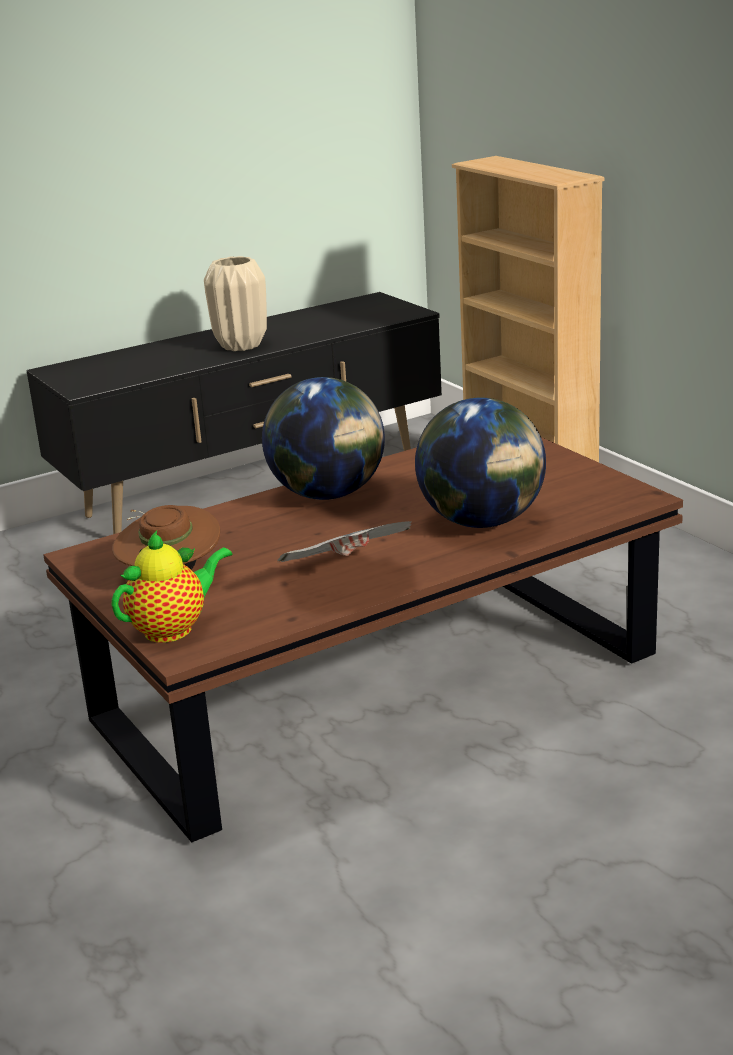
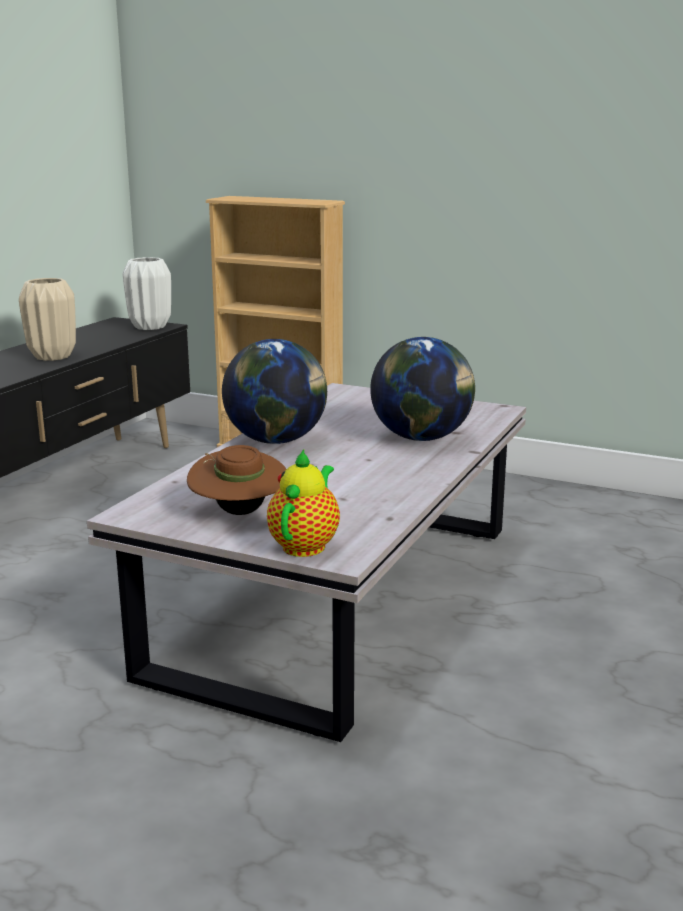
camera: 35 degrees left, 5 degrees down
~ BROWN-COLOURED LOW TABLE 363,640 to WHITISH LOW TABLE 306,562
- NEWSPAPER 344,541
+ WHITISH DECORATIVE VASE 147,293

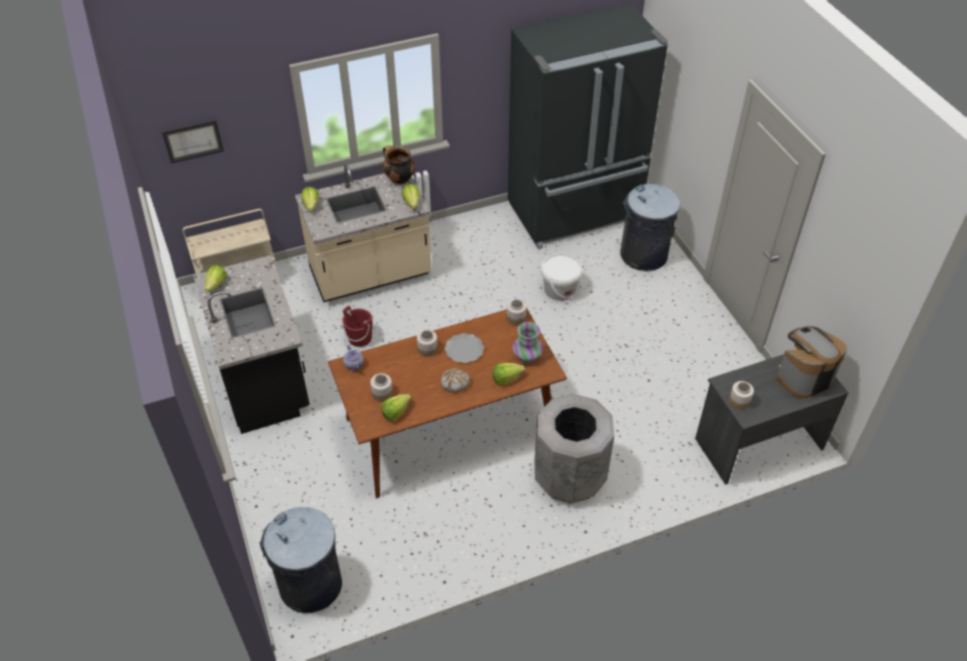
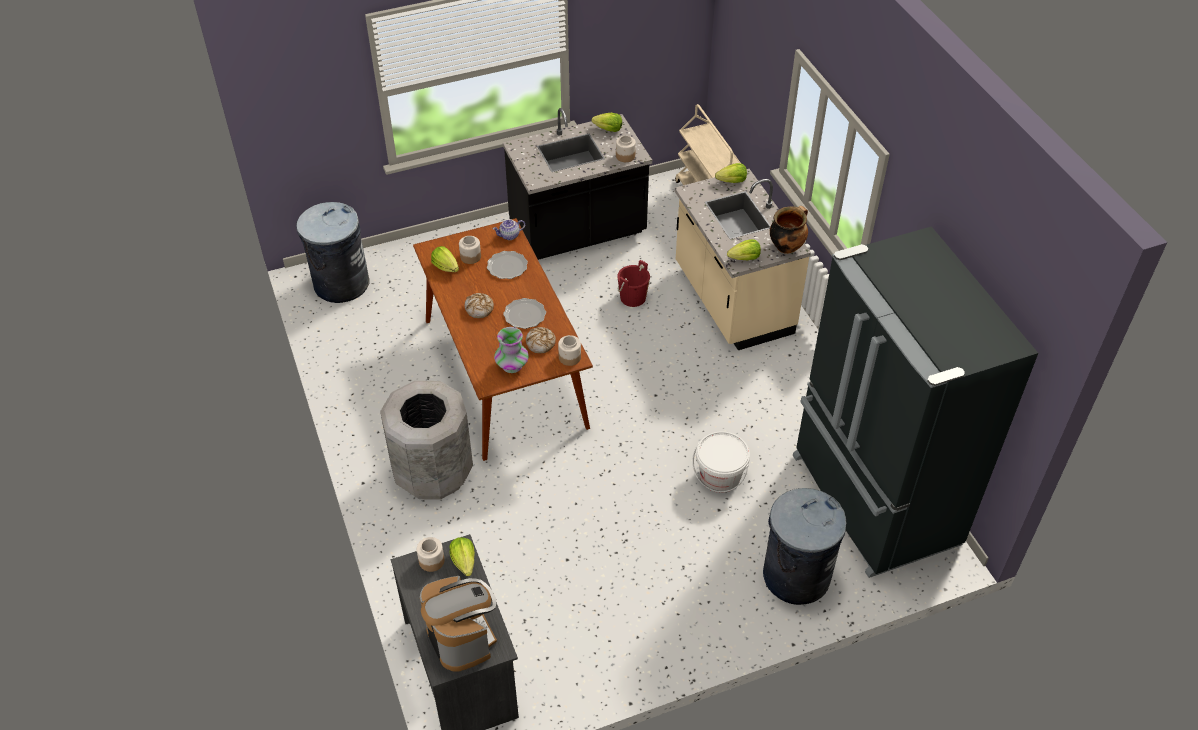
camera: 90 degrees right, 0 degrees up
- PICTURE 193,142
~ PRESERVE JAR 427,343 to 626,149
~ LETTUCE HEAD 509,374 to 462,556
+ PLATE 507,265
+ BAKERY BREAD 541,340

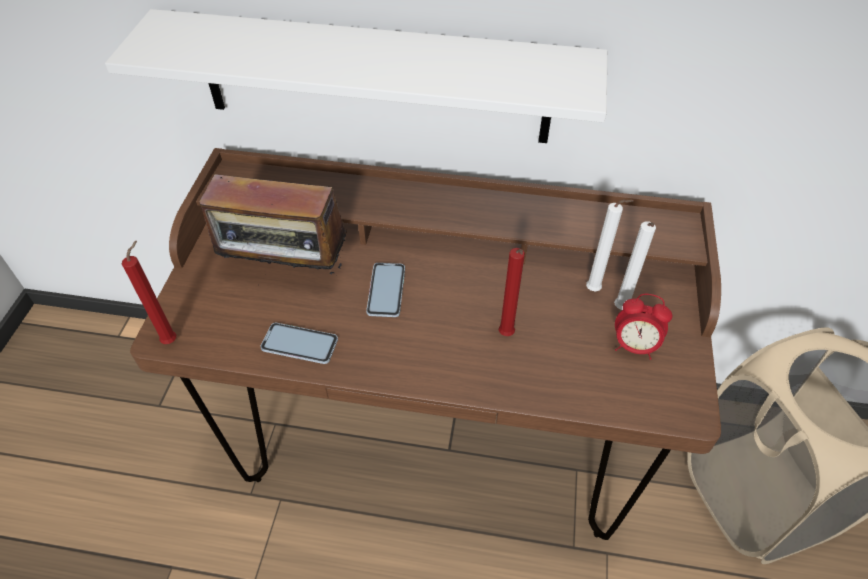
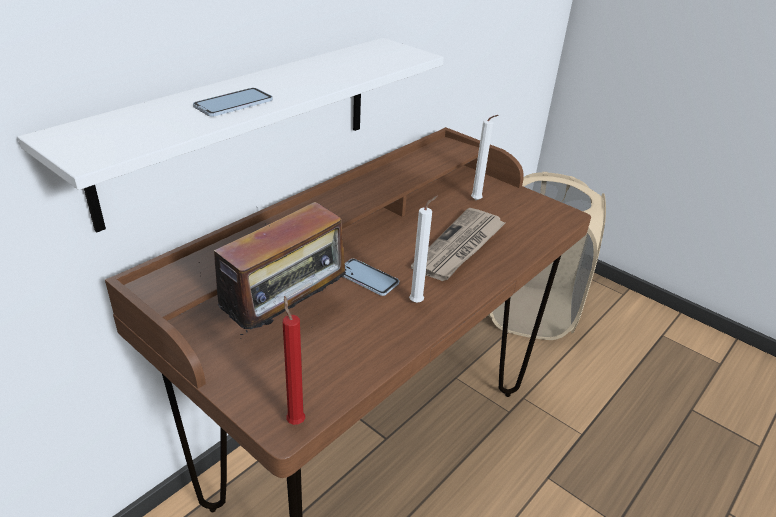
camera: 60 degrees left, 15 degrees down
~ TELEPHONE 299,343 to 233,102
~ RED-COLOURED WAX CANDLE 511,292 to NEWSPAPER 458,244
~ WHITISH WAX CANDLE 610,246 to 423,249
- ALARM CLOCK 643,327

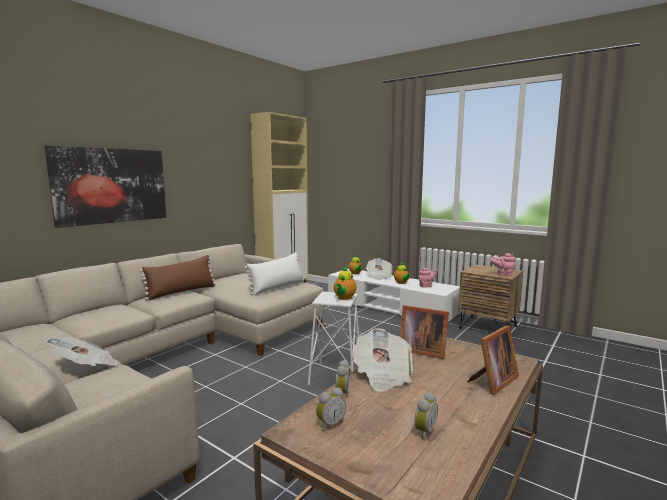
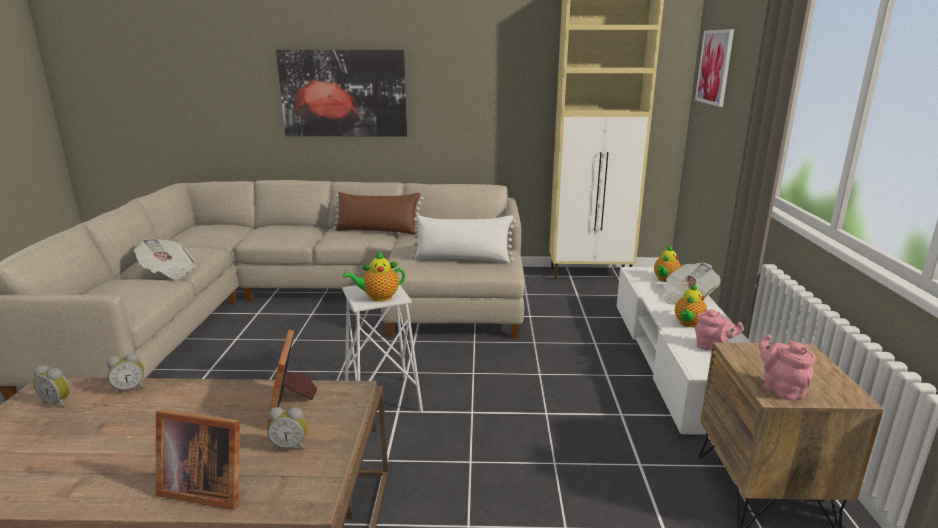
camera: 55 degrees right, 10 degrees up
- NEWSPAPER 382,360
~ ALARM CLOCK 426,416 to 287,428
+ PICTURE 714,68

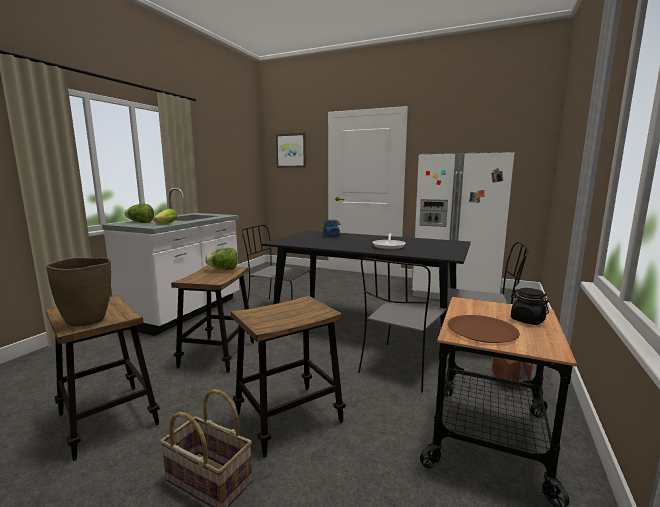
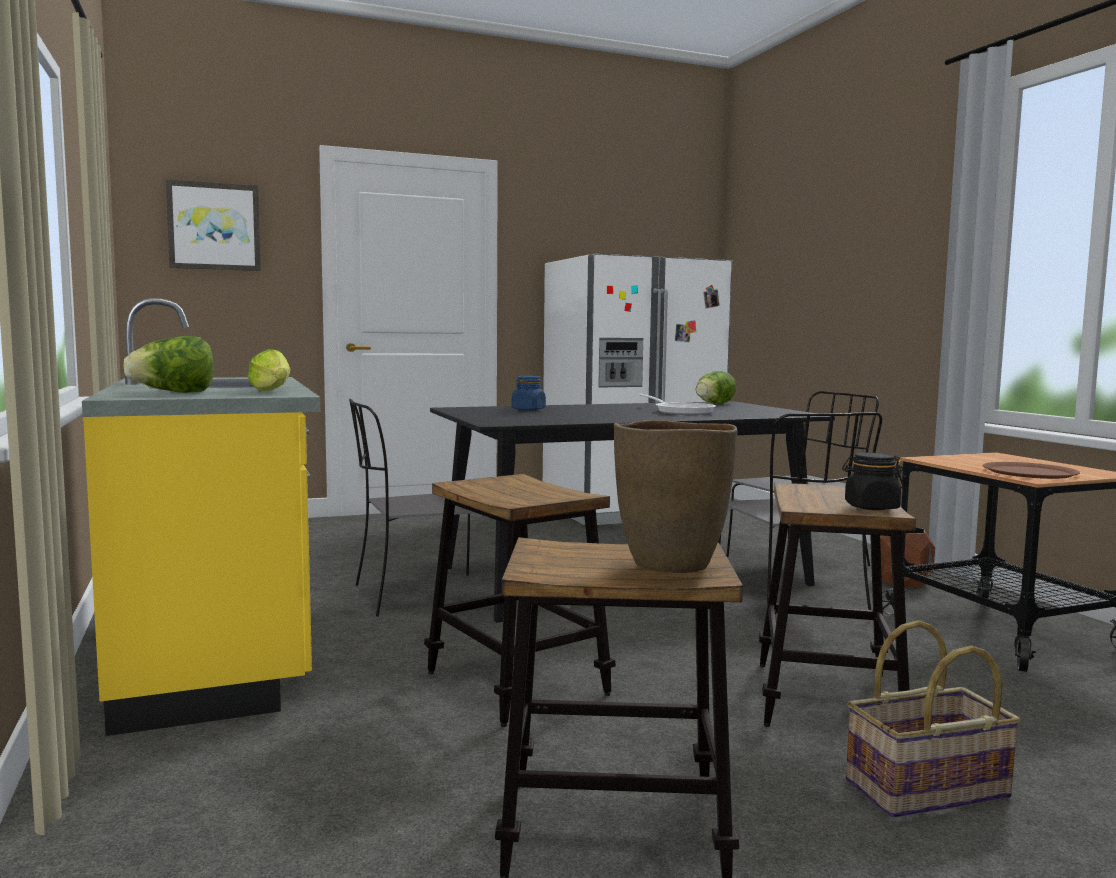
camera: 45 degrees left, 5 degrees down
~ WHITISH COUNTER 170,262 to YELLOWISH COUNTER 201,517
~ LETTUCE HEAD 221,259 to 716,387
~ BLACKISH PRESERVE JAR 530,306 to 873,481

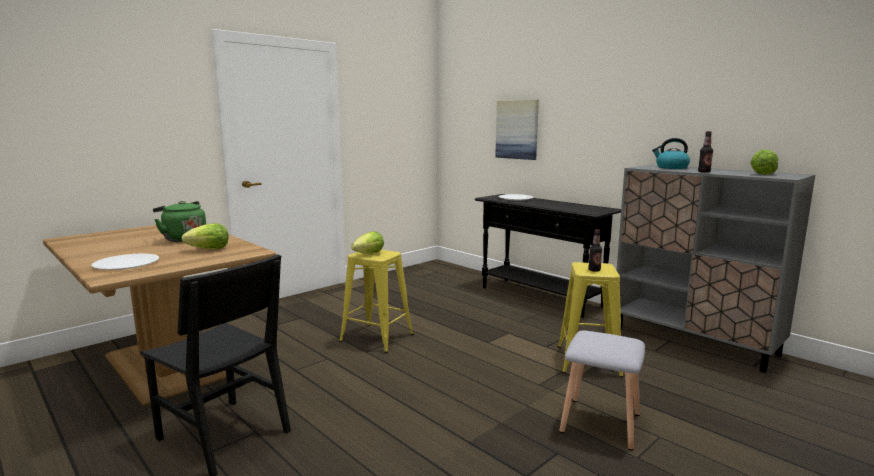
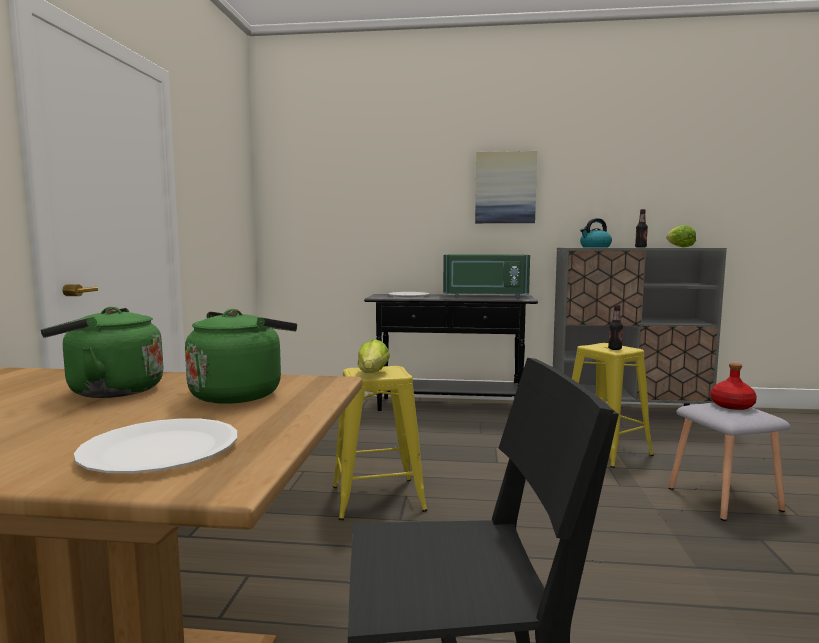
camera: 40 degrees left, 5 degrees down
~ LETTUCE HEAD 204,236 to GREEN-COLOURED KETTLE 241,356
~ PICTURE 517,130 to 506,187
+ GREEN-COLOURED MICROWAVE 486,276
+ RED-COLOURED DRINK BOTTLE 733,386

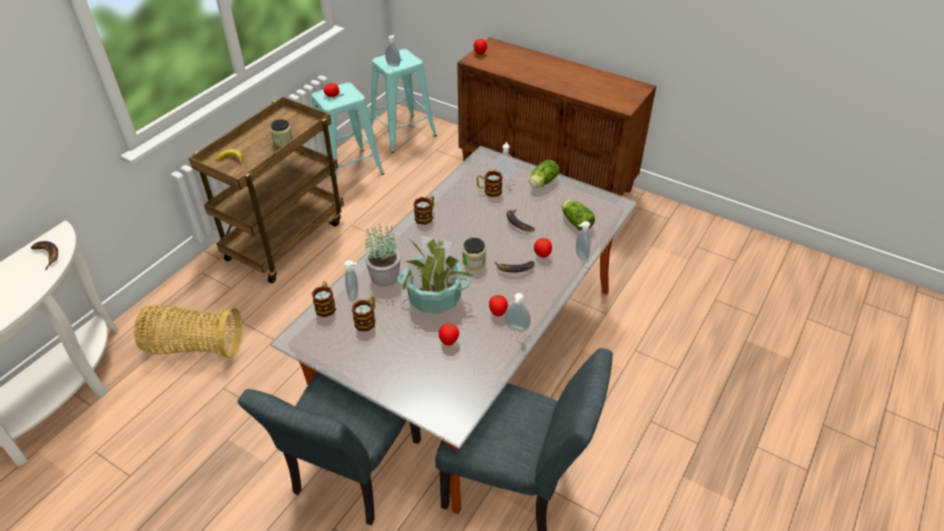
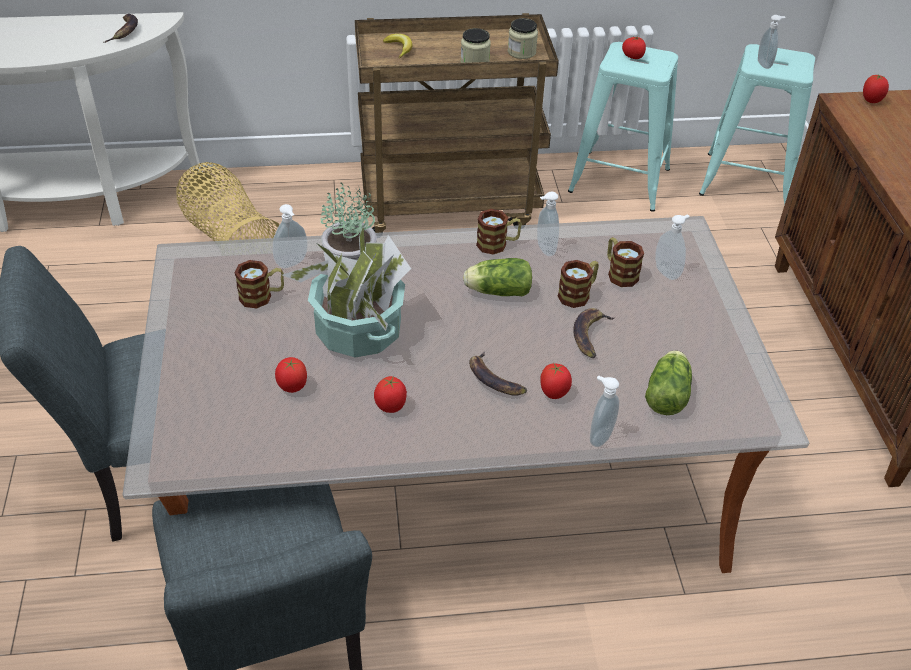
camera: 50 degrees right, 0 degrees up
~ TEA MUG 323,299 to 578,284
~ PRESERVE JAR 474,254 to 523,38
~ SOAP DISPENSER 518,312 to 548,224
~ LETTUCE HEAD 544,174 to 497,277

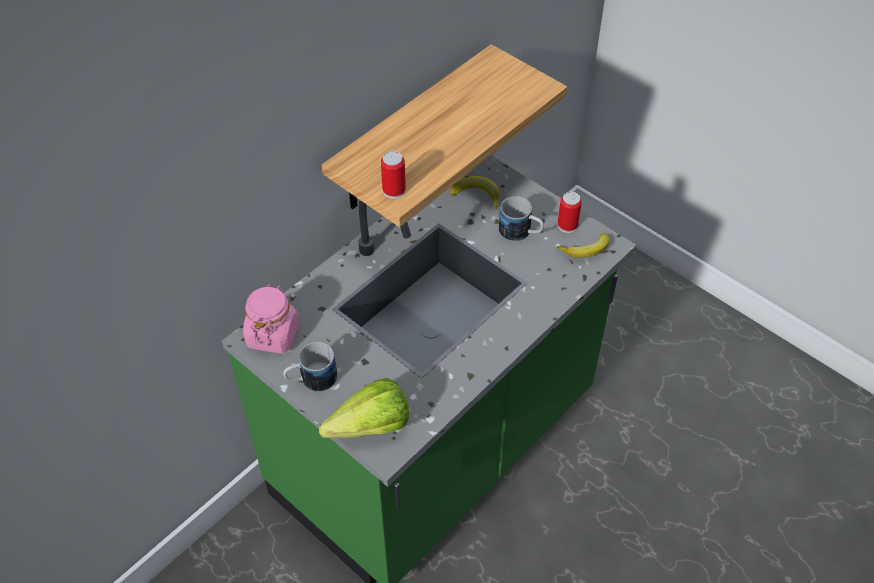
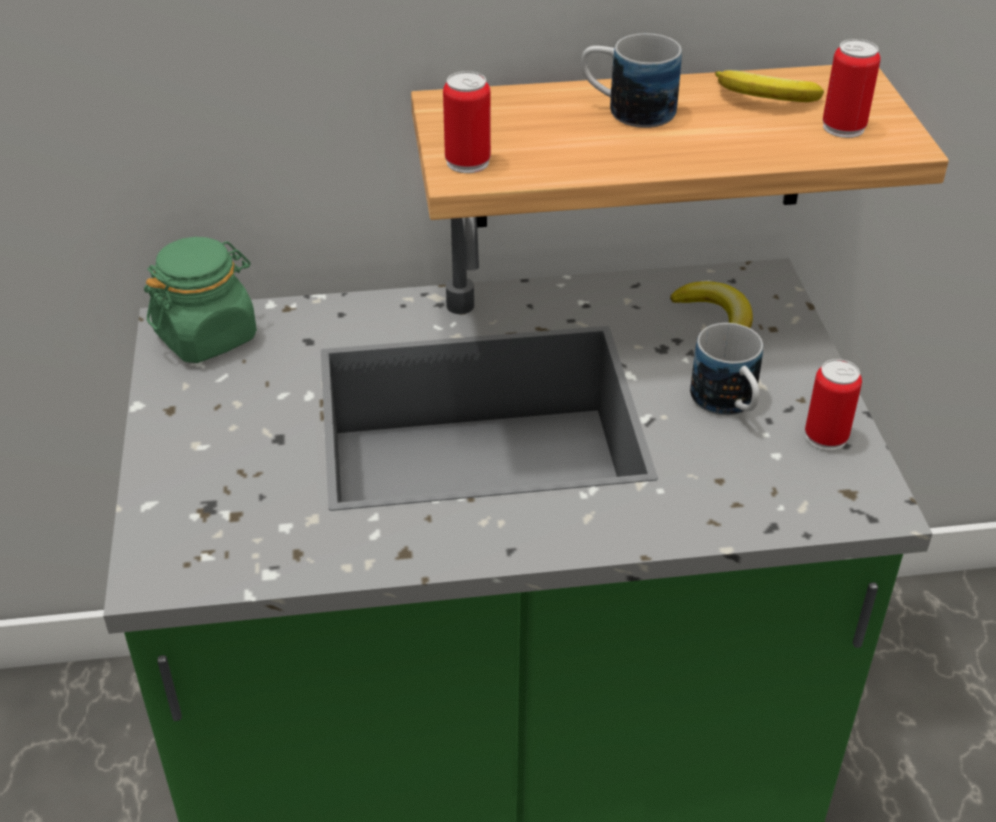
camera: 40 degrees right, 10 degrees down
~ PINKISH PRESERVE JAR 271,319 to GREEN-COLOURED PRESERVE JAR 200,300
~ TEA MUG 310,366 to 631,80
- LETTUCE HEAD 364,408
~ BANANA FRUIT 583,245 to 769,86
+ CAN 851,88

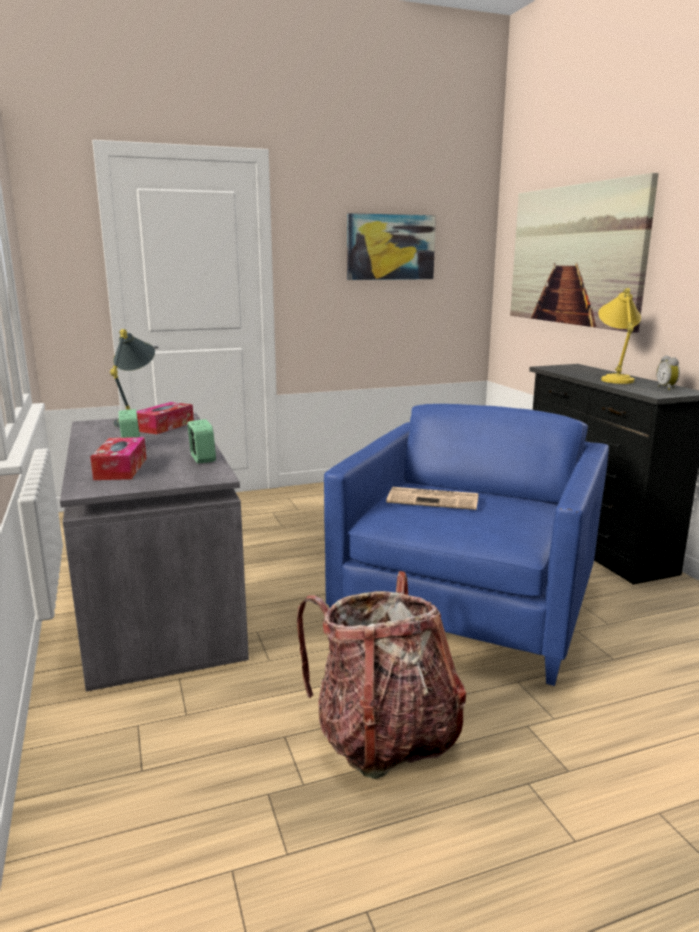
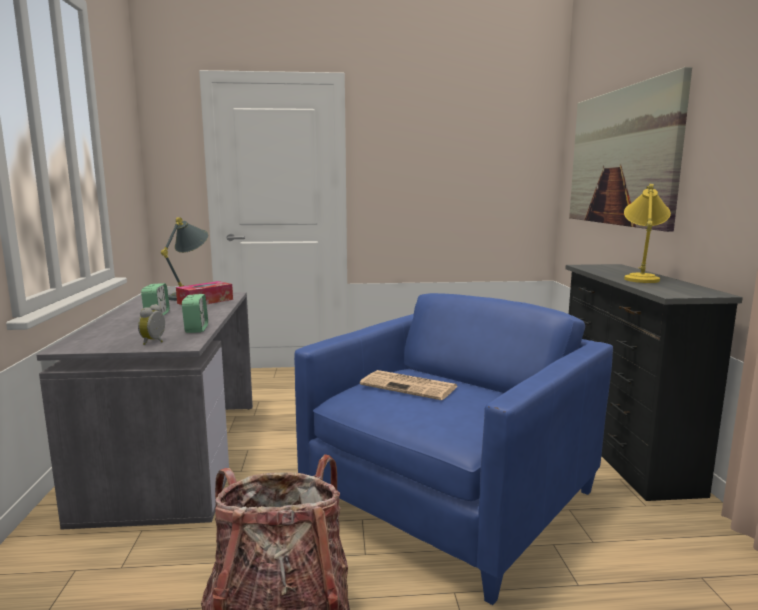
camera: 15 degrees right, 5 degrees down
- BOX OF TISSUES 118,458
- PICTURE 391,246
~ ALARM CLOCK 668,372 to 151,324

